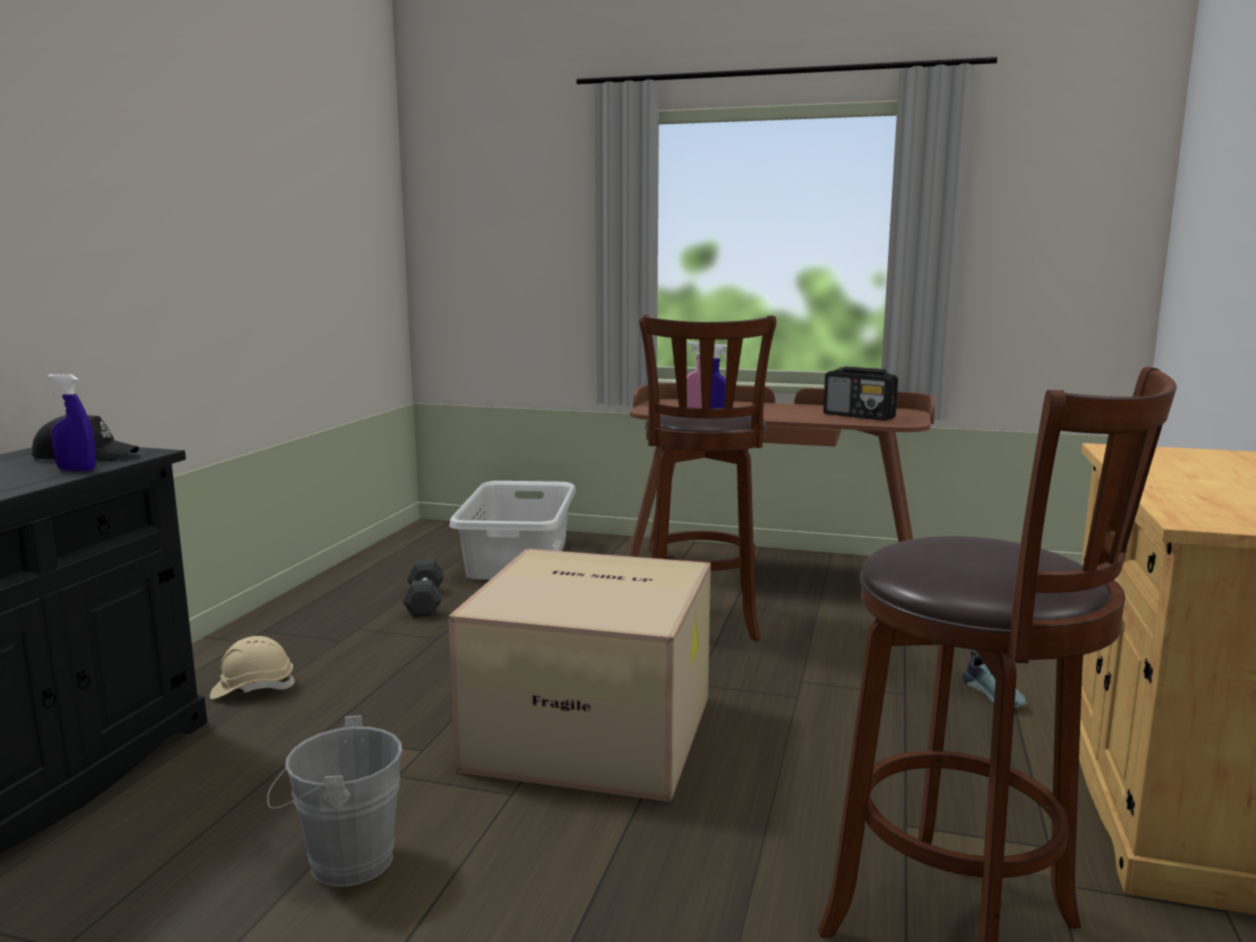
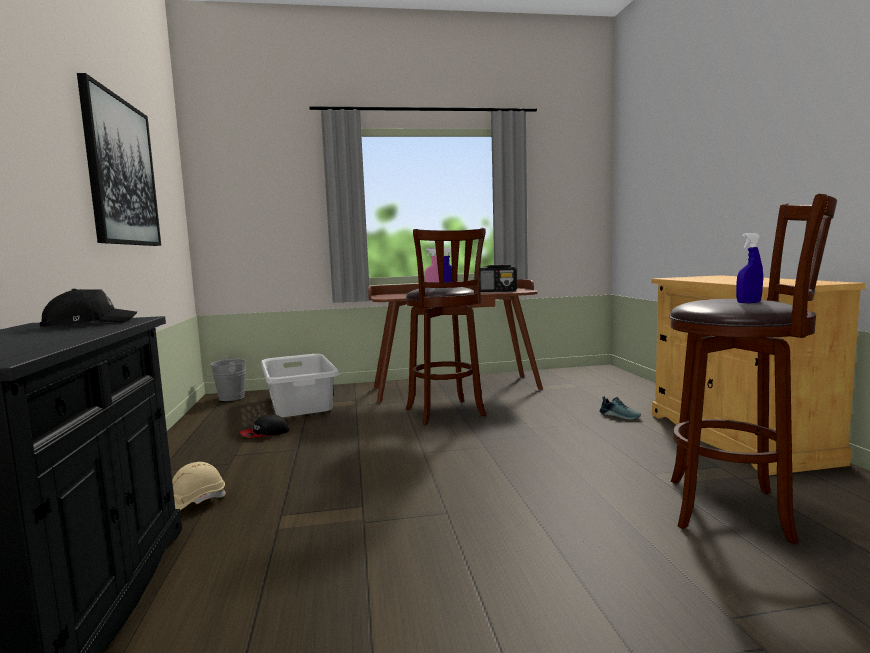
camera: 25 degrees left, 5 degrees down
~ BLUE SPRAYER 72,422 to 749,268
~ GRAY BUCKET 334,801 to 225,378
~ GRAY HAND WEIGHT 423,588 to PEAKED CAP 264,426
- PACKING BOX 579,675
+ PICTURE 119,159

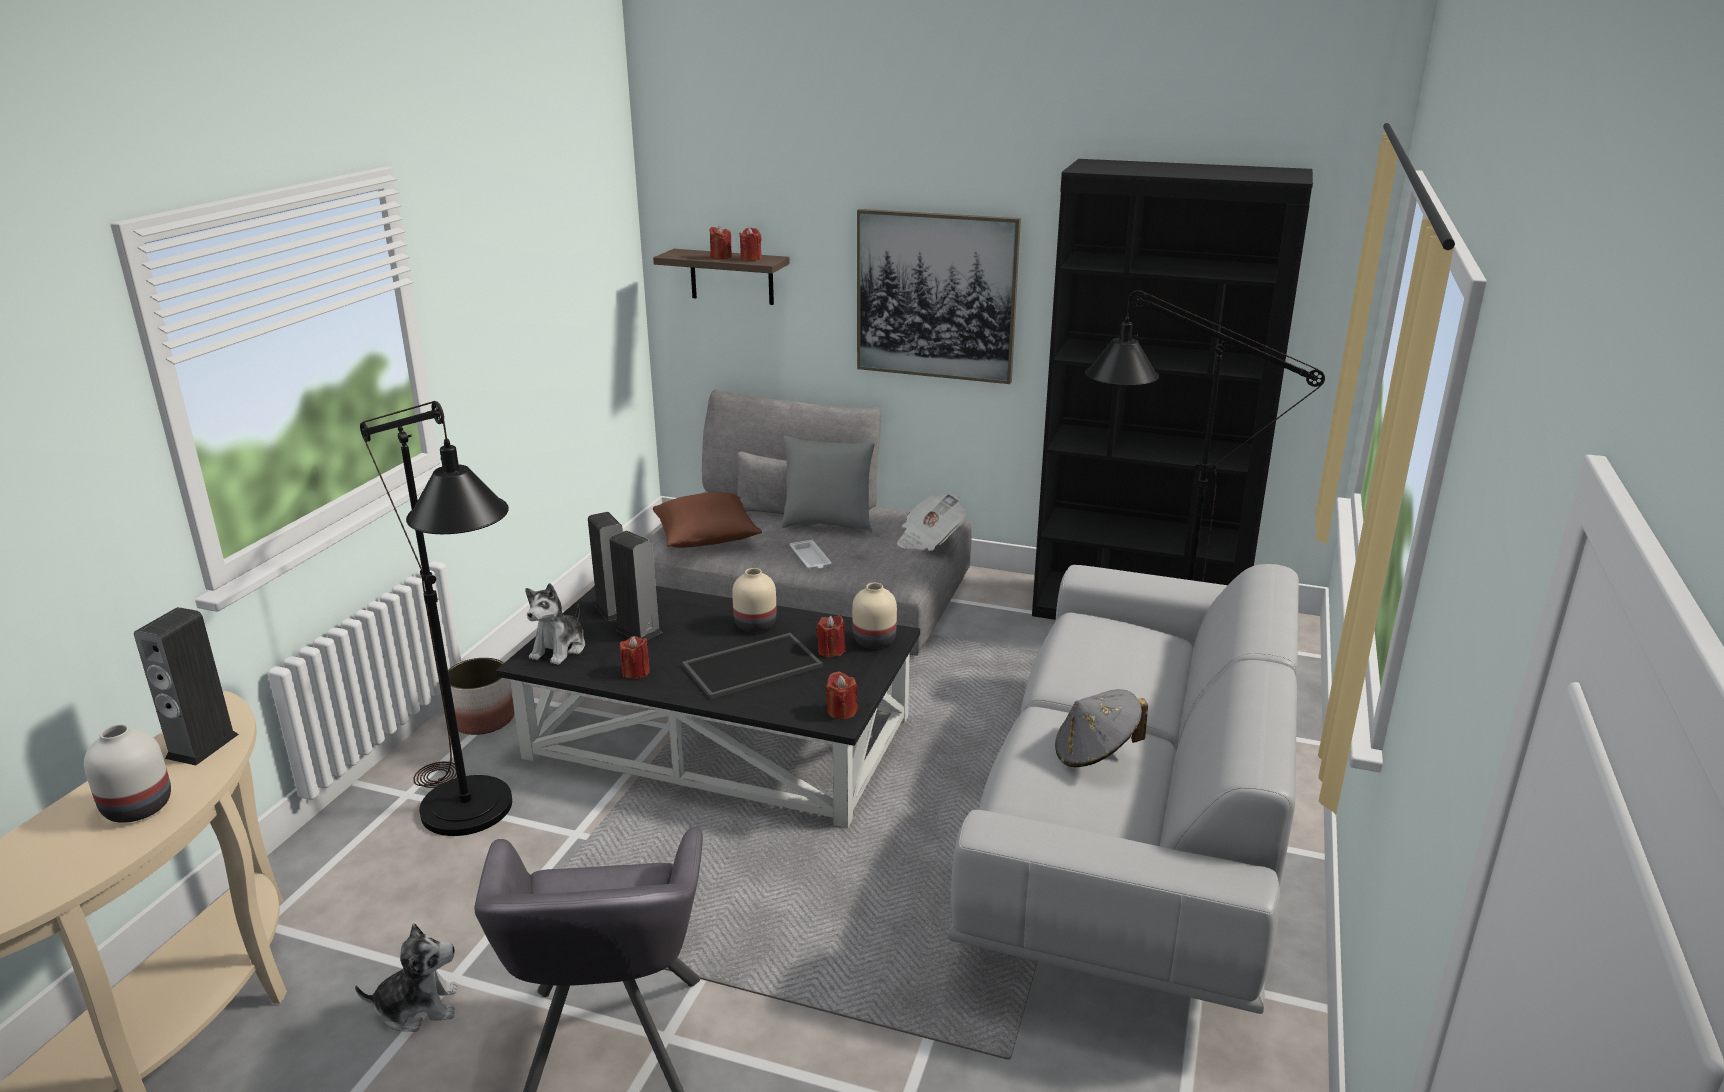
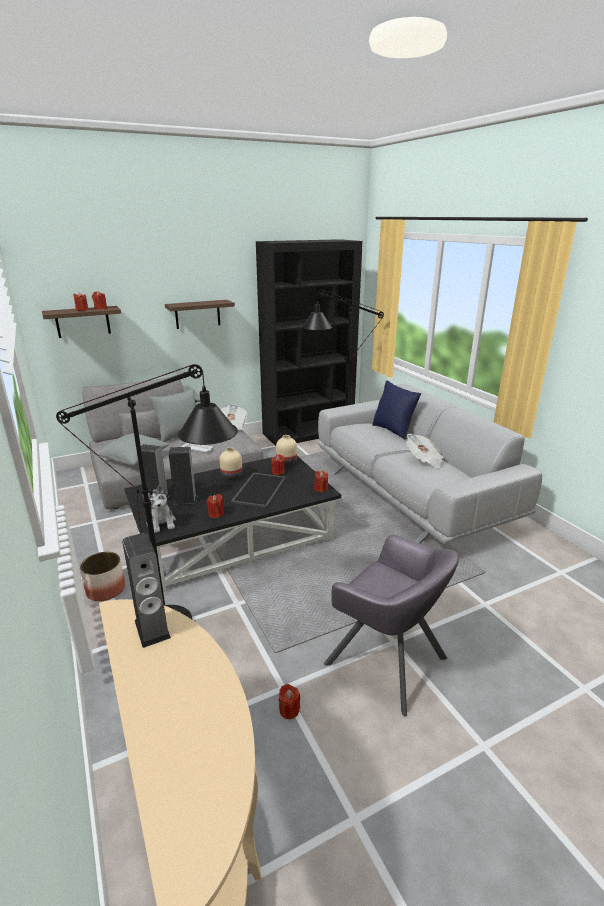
camera: 45 degrees left, 0 degrees up
- WHITISH DECORATIVE VASE 127,773
~ SOFT TOY 406,977 to RED-COLOURED WAX CANDLE 289,701
~ BROWN-COLOURED CUSHION 707,520 to GRAY CUSHION 132,449
~ PICTURE 939,296 to BRACKET SHELF 200,314
~ GRAY HAT 1101,728 to NEWSPAPER 424,451
+ BLUE CUSHION 396,410

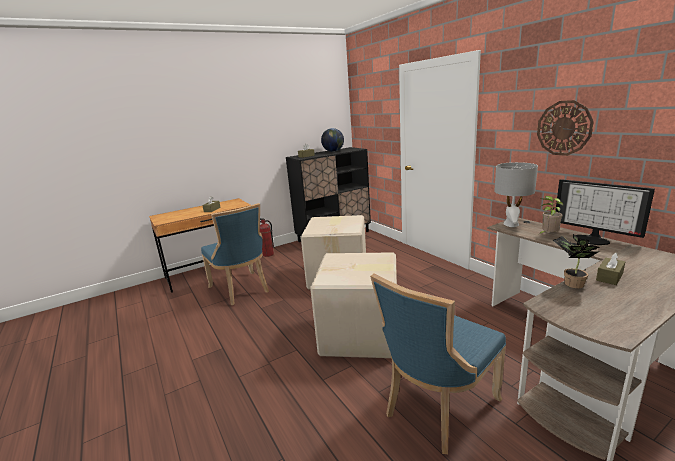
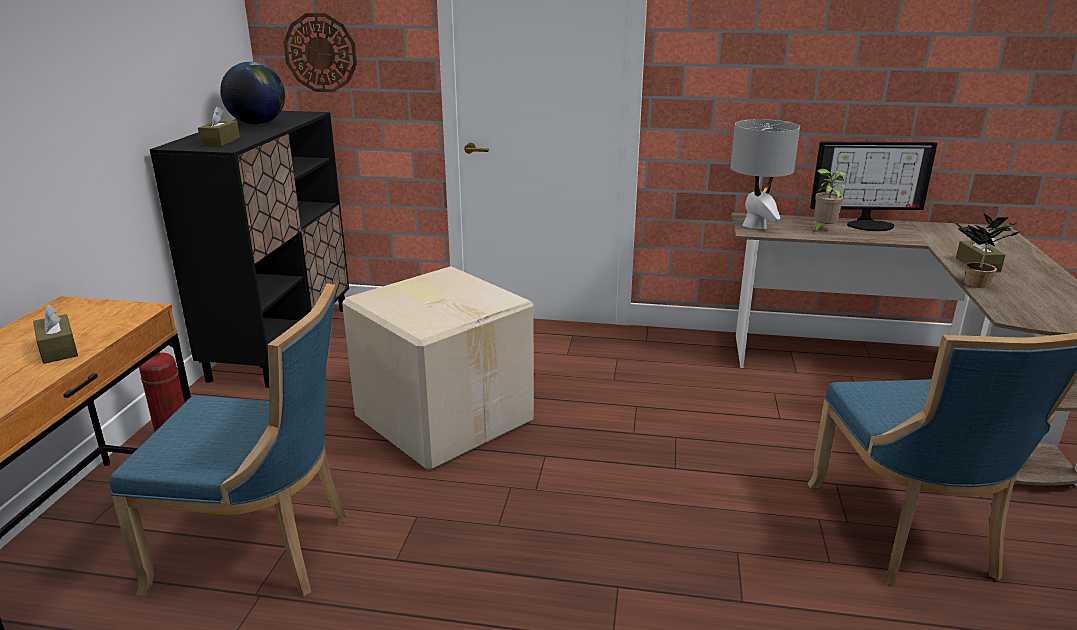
camera: 50 degrees left, 5 degrees up
- PACKING BOX 353,305
~ HANGING CLOCK 565,128 to 320,52

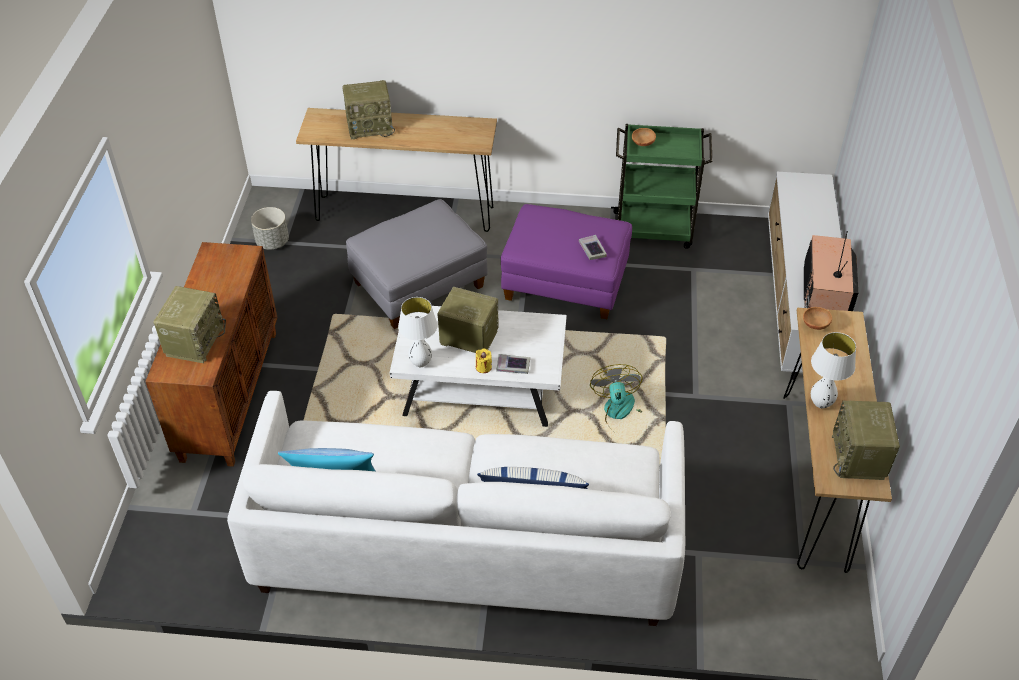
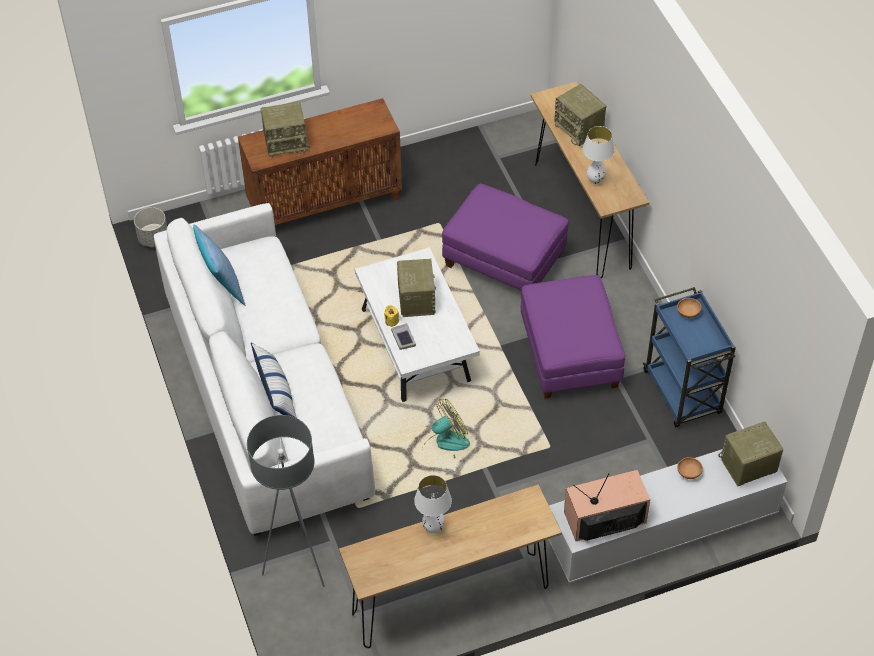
camera: 65 degrees right, 5 degrees up
~ GRAY FLOWER POT 270,228 to 150,227
~ GRAY FOOTREST 417,264 to PURPLISH FOOTREST 505,237
~ WHITISH LAMP FOR A TABLE 418,332 to 598,155
- VOLUME 593,247
~ GREEN-COLOURED CART 662,186 to BLUE CART 689,357
~ BROWN-COLOURED DEEP DISH 817,318 to 690,468
~ RADIO 866,440 to 750,454
+ GRAY STANDING LAMP 286,501

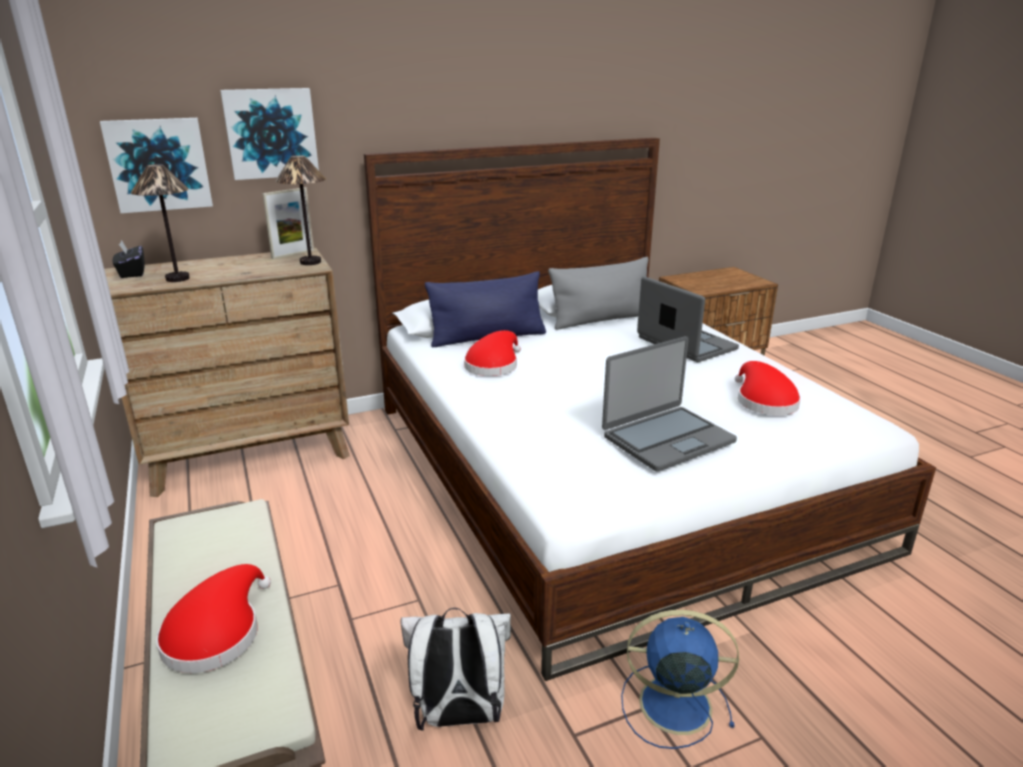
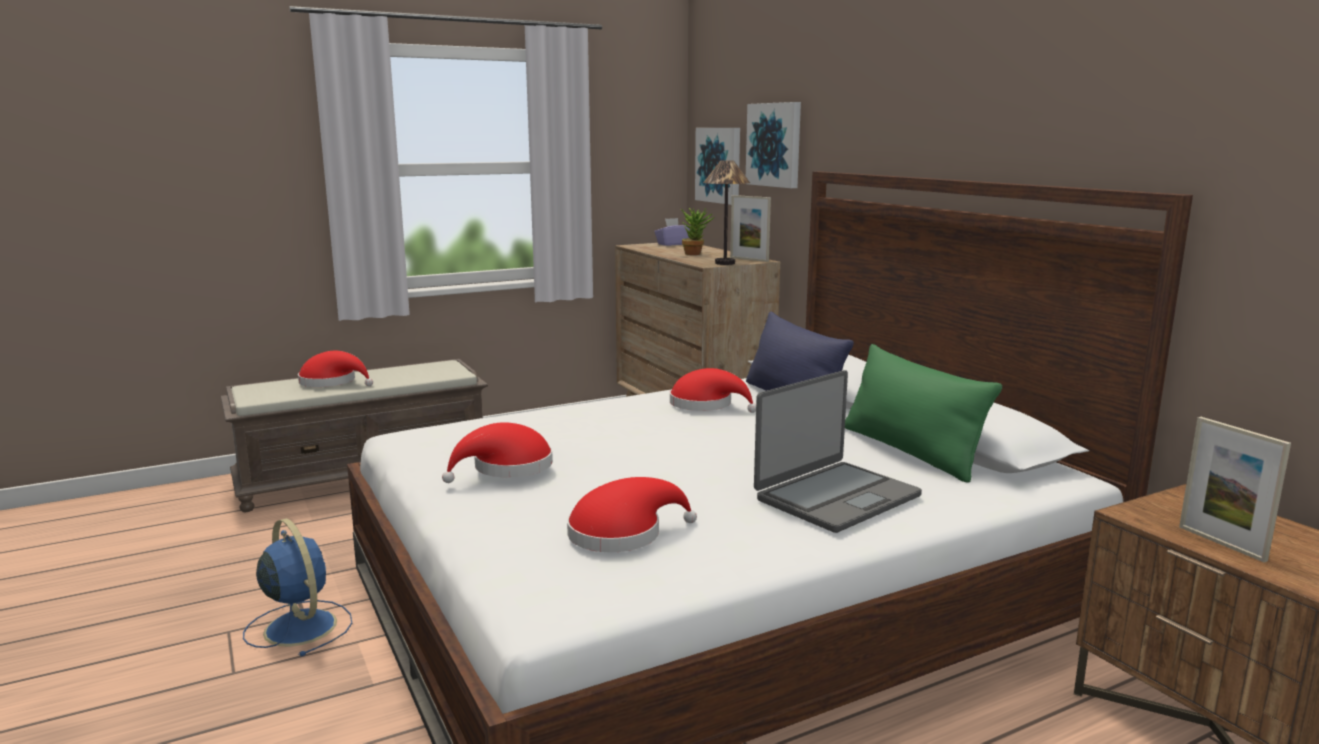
camera: 85 degrees right, 10 degrees down
~ BLACKISH BOX OF TISSUES 129,259 to PURPLISH BOX OF TISSUES 672,232
- LAMP FOR A TABLE 160,223
- WHITISH RUCKSACK 455,669
~ GRAY CUSHION 598,293 to GREEN-COLOURED CUSHION 923,413
~ LAPTOP 669,404 to RED-COLOURED HAT 497,452
~ BLUE FAN 680,679 = 297,587 45 degrees counterclockwise
+ POTTED PLANT 697,231
+ PICTURE FRAME 1235,489

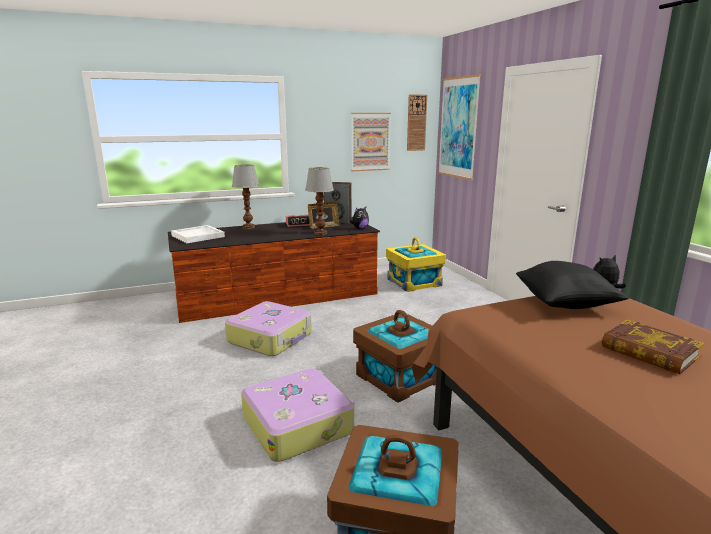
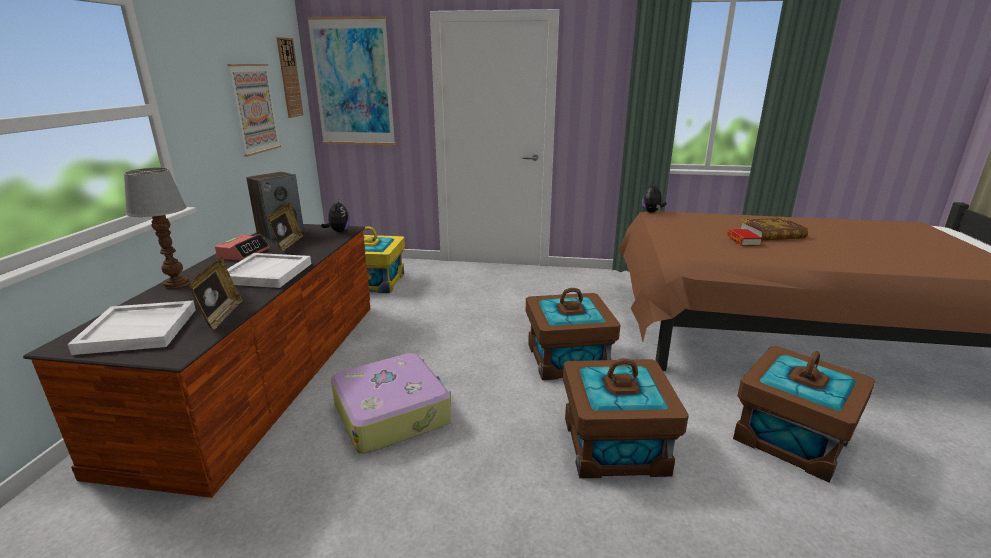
camera: 60 degrees left, 5 degrees up
~ TRAVEL CASE 297,415 to BROWN-COLOURED STORAGE BIN 626,418
- LAMP FOR A TABLE 319,201
- BLACKISH CUSHION 572,285
+ PICTURE FRAME 216,293
+ WHITISH CARRYING TRAY 269,270
+ VOLUME 744,237

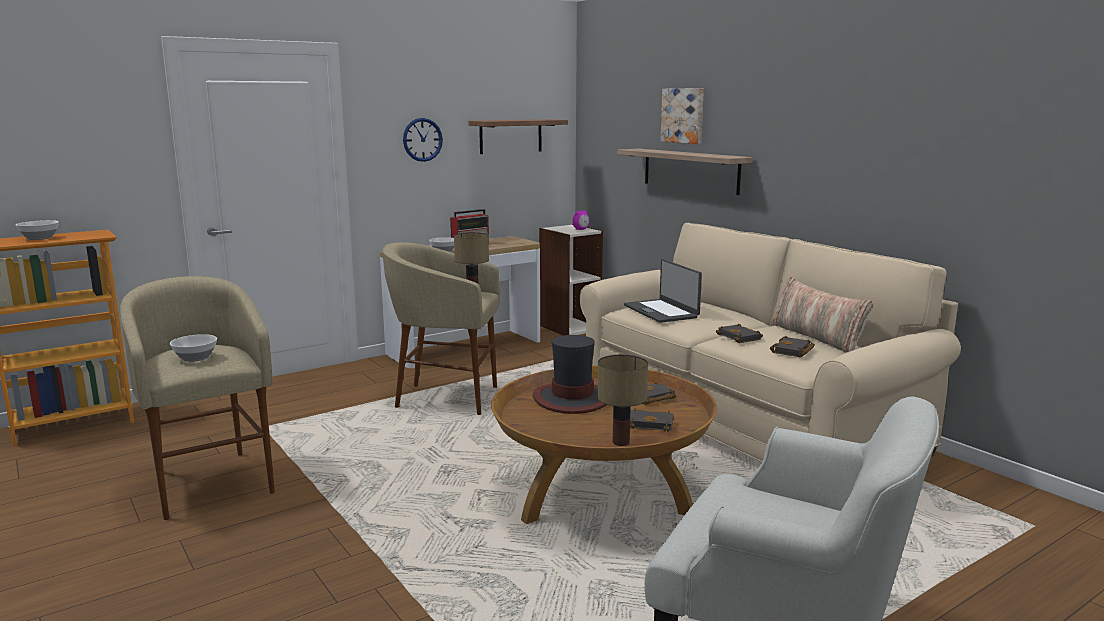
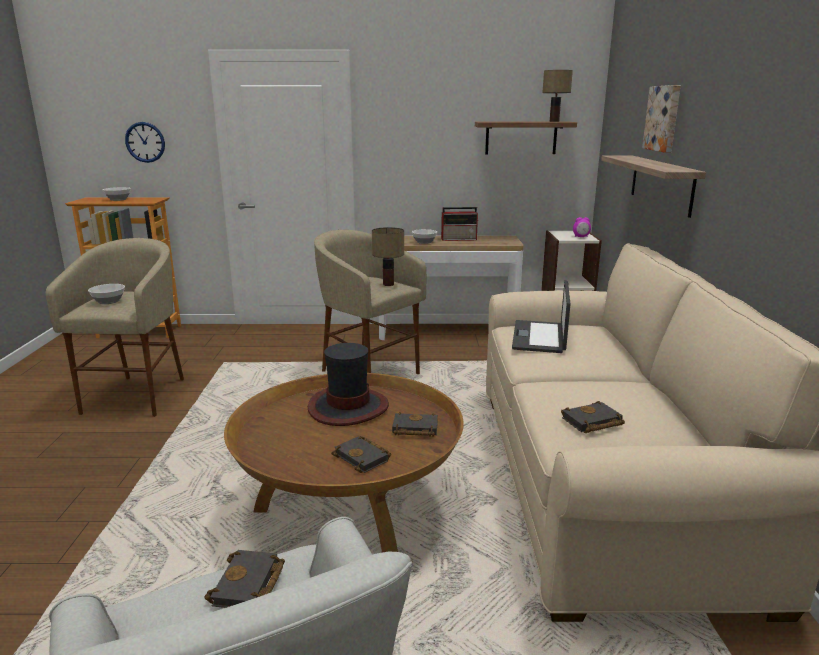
camera: 35 degrees right, 5 degrees up
~ HANGING CLOCK 423,140 to 145,142
~ LAMP FOR A TABLE 622,400 to 557,96
~ BLACKISH VOLUME 739,333 to 244,579
- CUSHION 822,315

